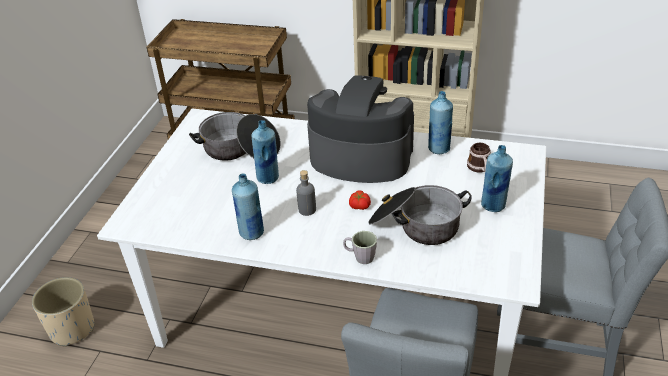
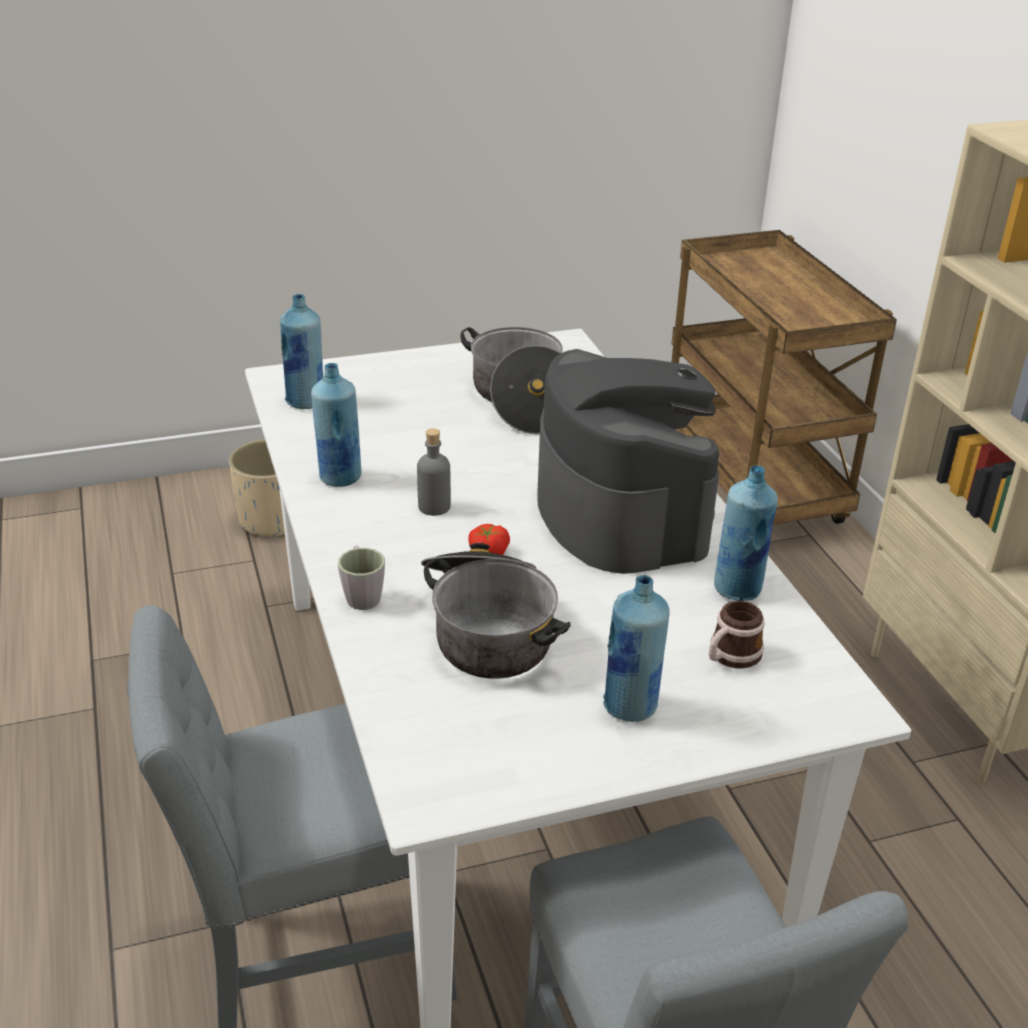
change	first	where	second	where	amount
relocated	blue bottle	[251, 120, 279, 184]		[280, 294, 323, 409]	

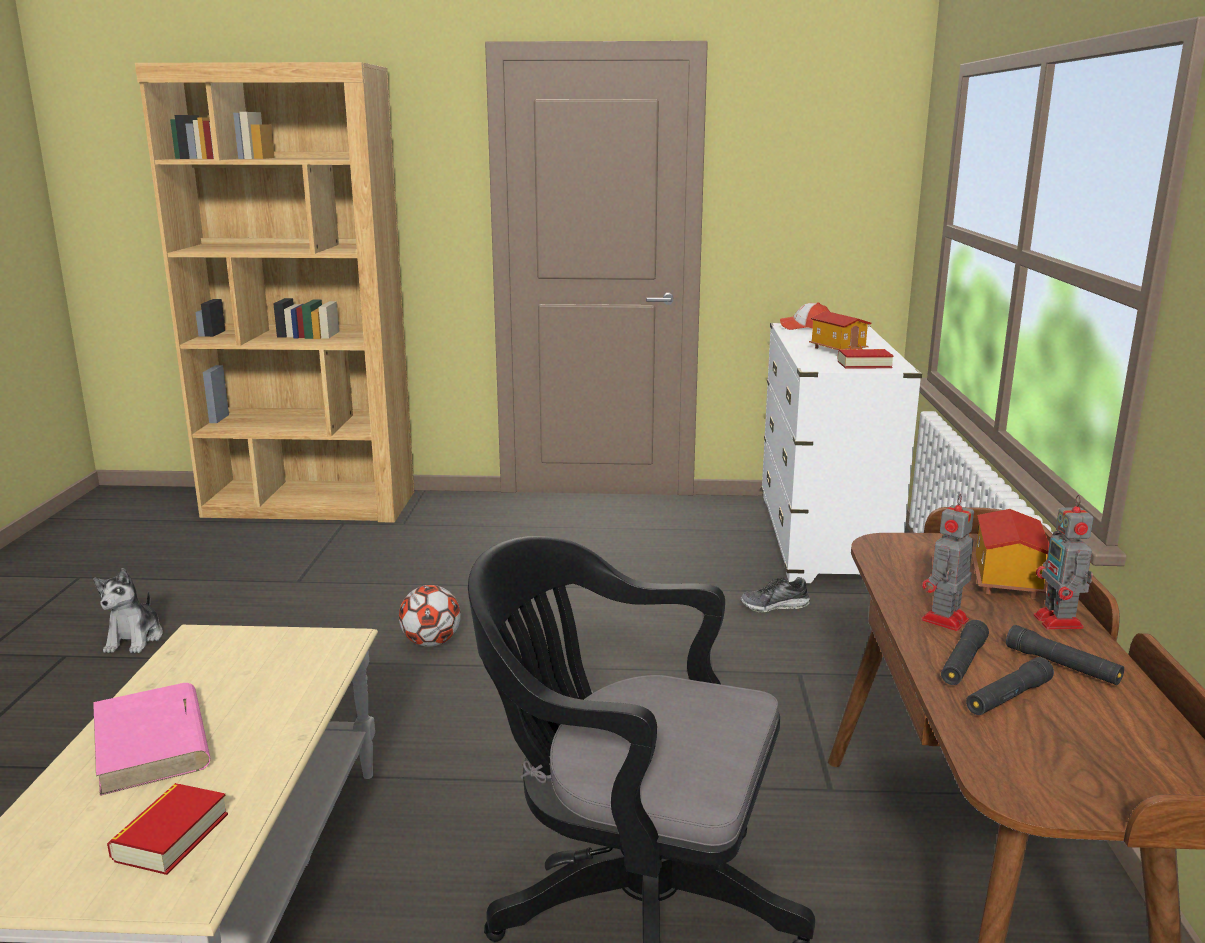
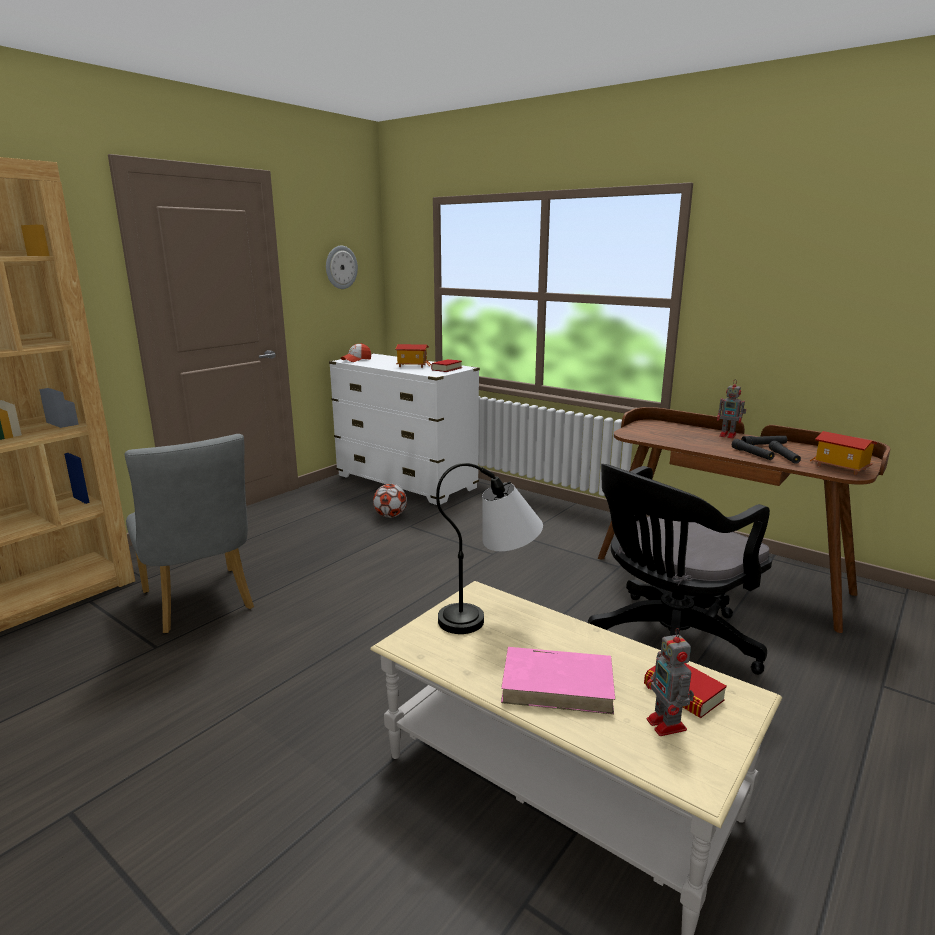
change	first	where	second	where	amount
missing	plush toy	[93, 568, 163, 653]			
relocated	football	[399, 585, 461, 647]		[373, 484, 407, 518]	
missing	shoe	[741, 577, 810, 613]			
relocated	toy robot	[921, 494, 974, 631]		[646, 628, 694, 736]	
relocated	toy house	[972, 509, 1049, 599]		[810, 431, 877, 475]	
appeared			grey chair	[124, 434, 254, 633]	
appeared			wall clock	[326, 246, 358, 289]	
appeared			table lamp	[436, 463, 543, 634]	

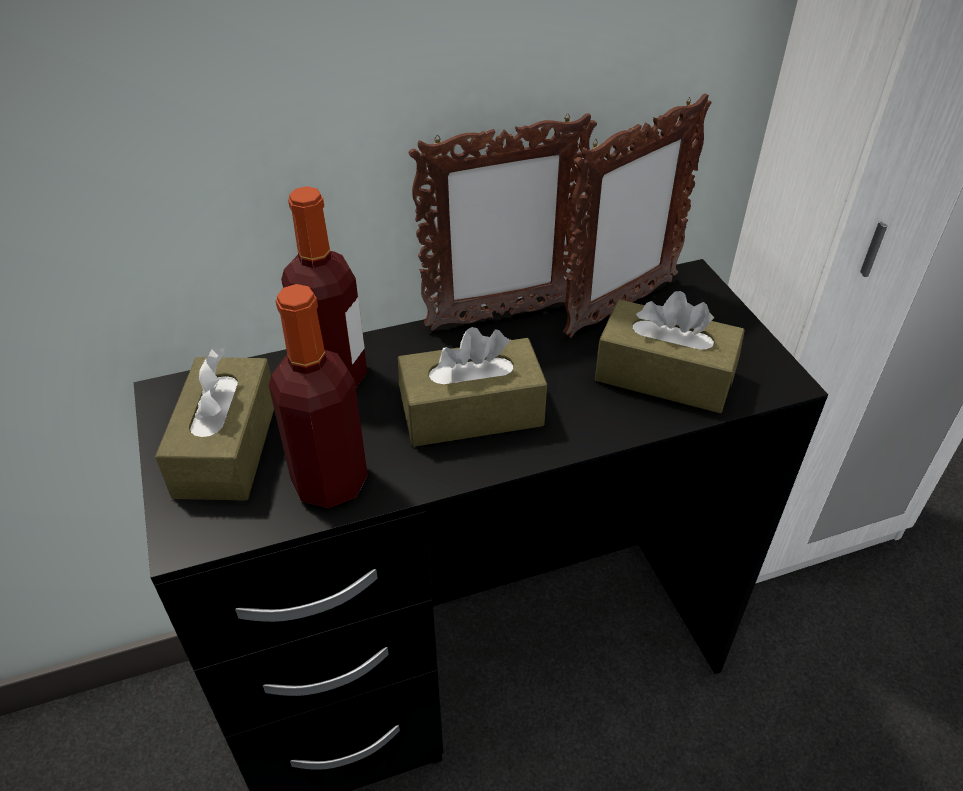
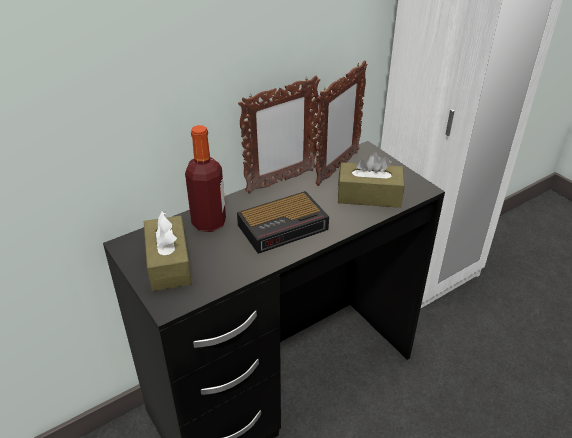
change	first	where	second	where	amount
missing	bottle	[269, 284, 368, 508]			
exchanged	brown tissue box	[398, 327, 547, 447]	alarm clock	[237, 191, 329, 254]	

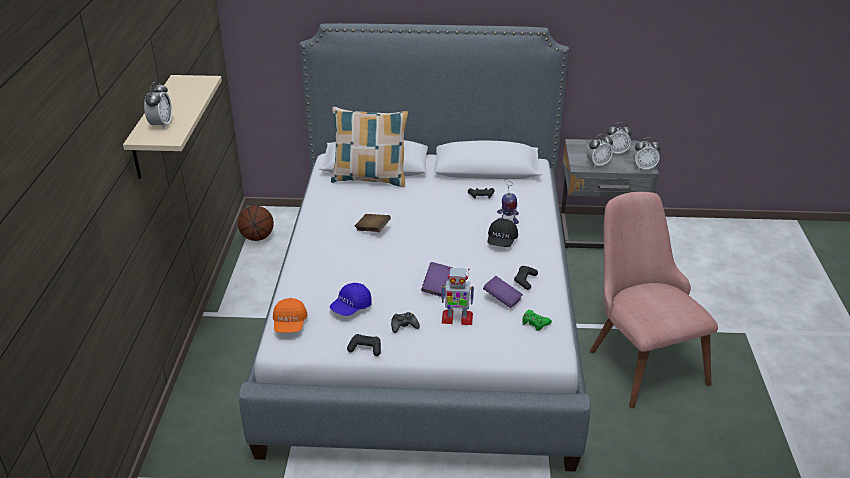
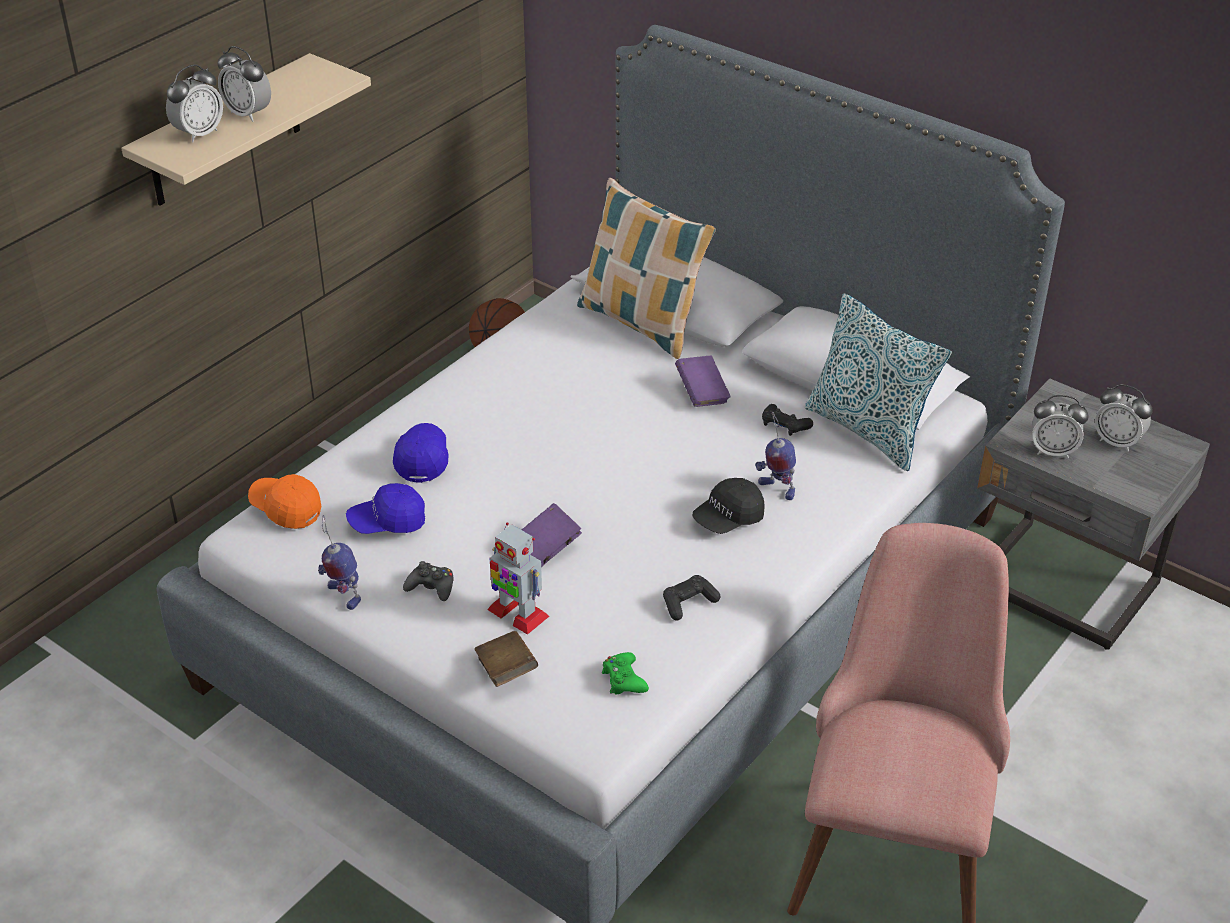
change	first	where	second	where	amount
spun	orange cap	[273, 298, 308, 333]		[248, 474, 321, 529]	90 degrees clockwise
exchanged	black game controller	[347, 334, 381, 356]	toy robot	[318, 515, 361, 610]	
relocated	brown book	[355, 214, 391, 232]		[474, 631, 538, 687]	
relocated	purple book	[483, 276, 523, 308]		[675, 356, 730, 407]	
relocated	alarm clock	[633, 138, 661, 170]		[217, 46, 271, 122]	
appeared			blue cap	[393, 423, 449, 483]	
appeared			pillow	[805, 293, 952, 471]	

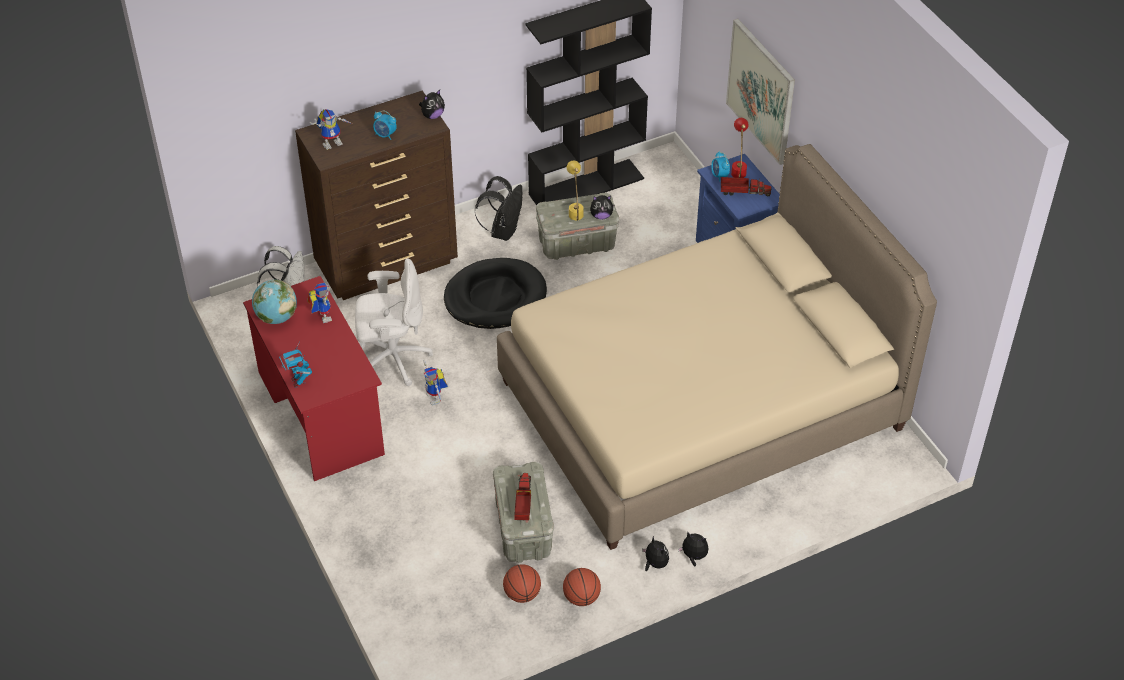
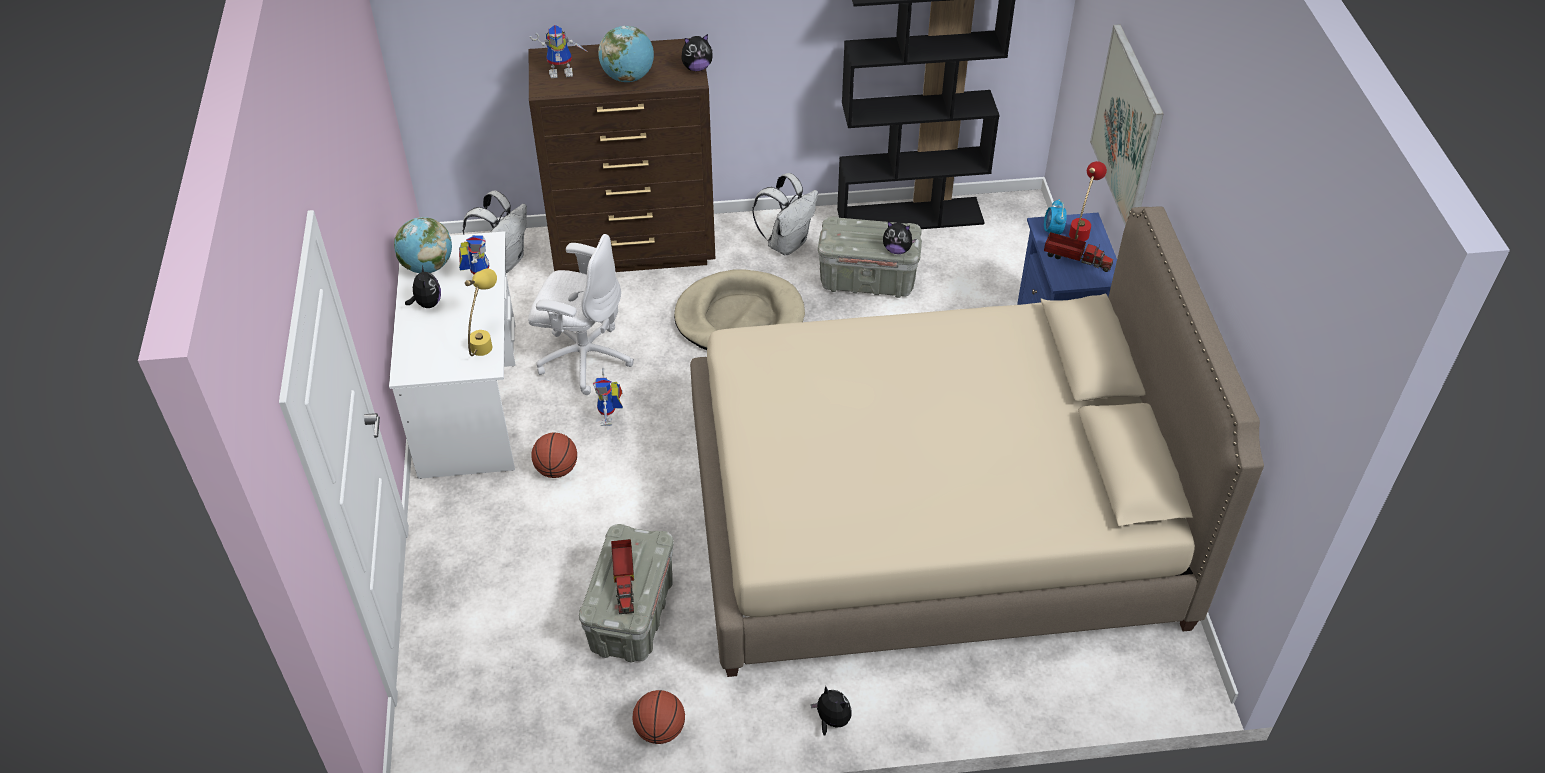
change	first	where	second	where	amount
colour	red desk	[243, 276, 385, 481]	white desk	[389, 231, 516, 479]	
missing	toy robot	[279, 342, 312, 388]			
exchanged	alarm clock	[373, 111, 397, 140]	globe	[598, 26, 654, 82]	
colour	black dog bed	[444, 258, 547, 329]	beige dog bed	[674, 270, 805, 350]	
colour	black backpack	[475, 176, 522, 241]	white backpack	[752, 173, 818, 255]	
relocated	basketball	[503, 564, 541, 603]		[531, 433, 577, 478]	
spun	toy truck	[514, 473, 531, 521]		[611, 539, 634, 614]	150 degrees clockwise
relocated	yellow table lamp	[567, 161, 584, 221]		[465, 269, 497, 356]	
relocated	plush toy	[642, 536, 669, 571]		[405, 265, 441, 308]	

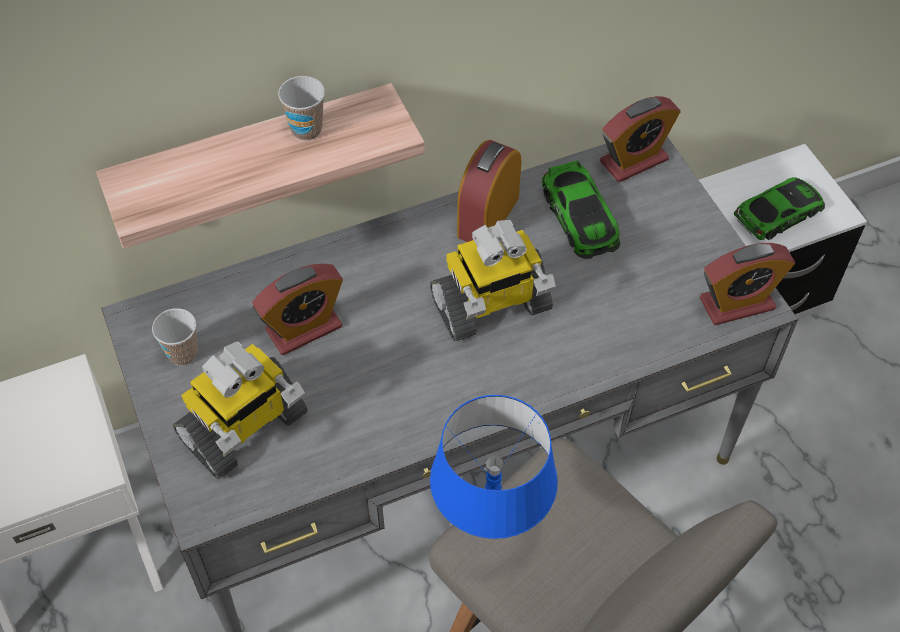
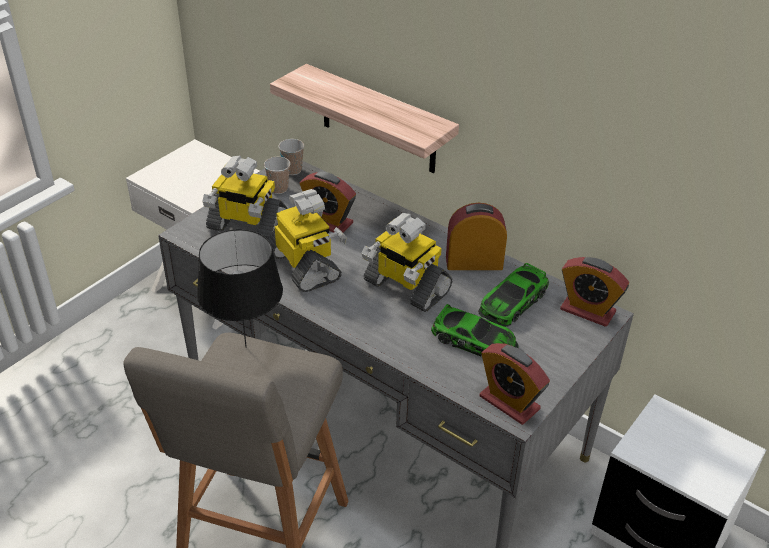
change	first	where	second	where	amount
relocated	cup	[278, 76, 325, 141]		[278, 139, 304, 175]	
colour	blue table lamp	[430, 395, 558, 539]	black table lamp	[197, 229, 283, 348]	
relocated	toy car	[734, 177, 825, 240]		[431, 304, 519, 356]	
appeared			toy robot	[268, 189, 347, 292]	

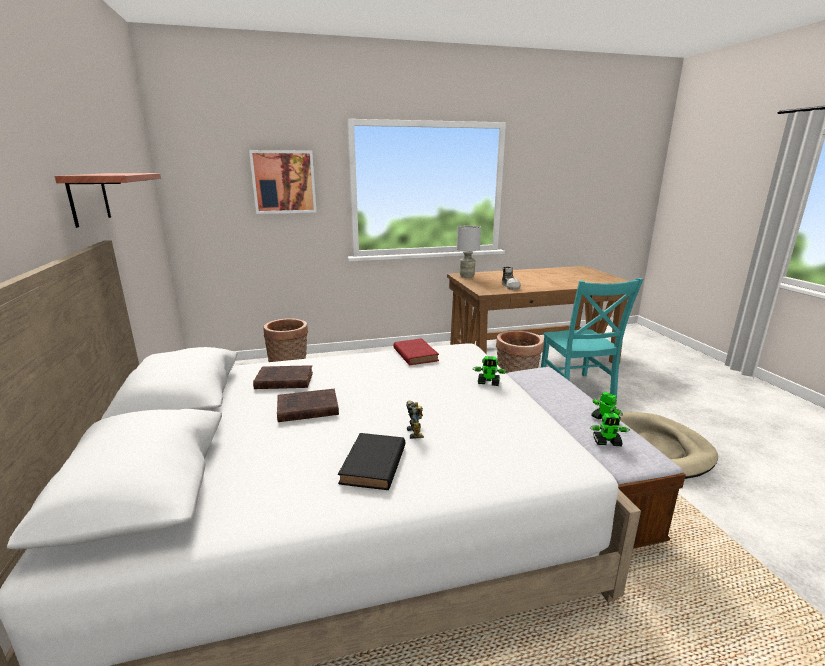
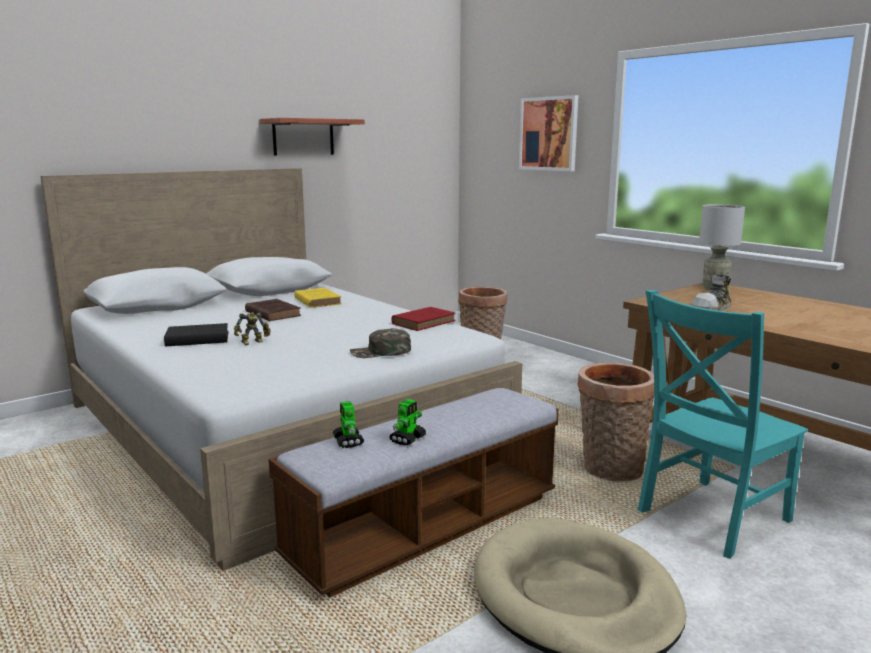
change	first	where	second	where	amount
colour	brown book	[253, 365, 313, 389]	yellow book	[294, 288, 342, 308]	
exchanged	toy robot	[473, 356, 508, 386]	green cap	[350, 328, 411, 358]	

